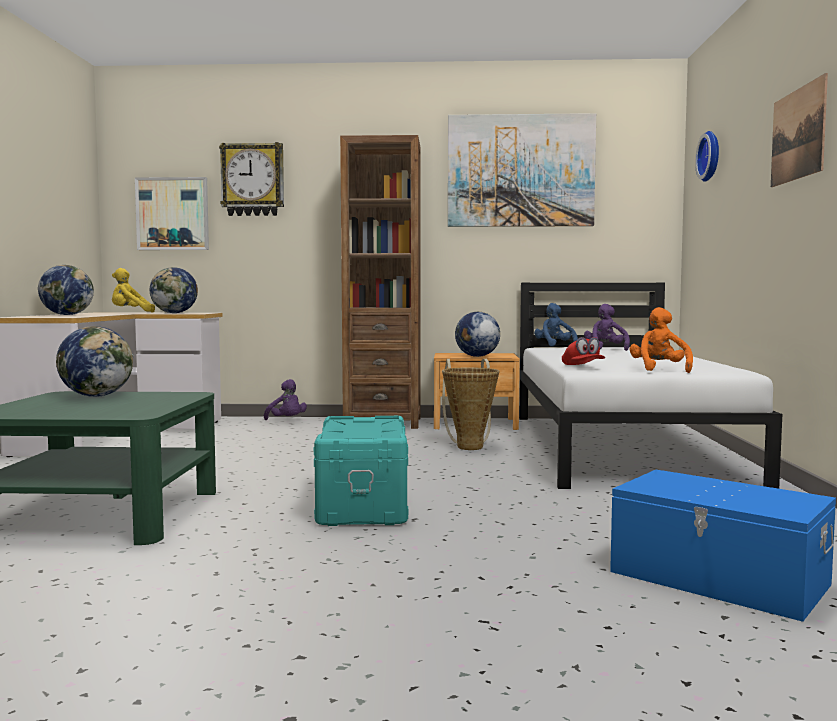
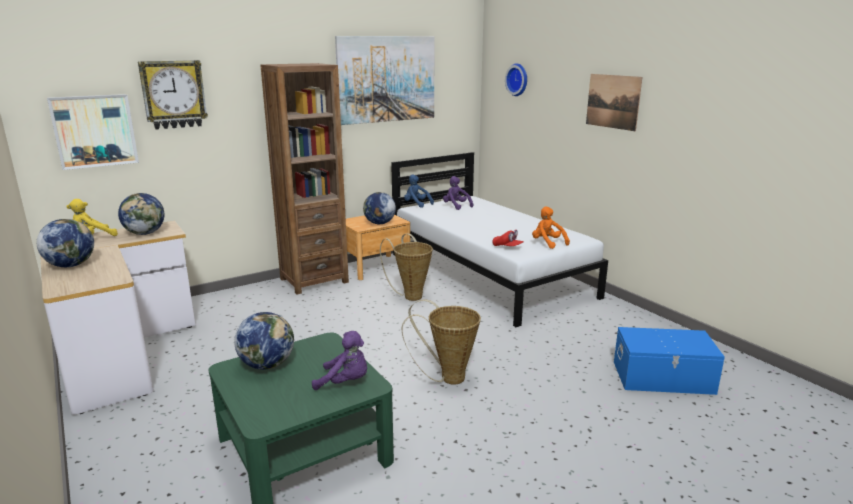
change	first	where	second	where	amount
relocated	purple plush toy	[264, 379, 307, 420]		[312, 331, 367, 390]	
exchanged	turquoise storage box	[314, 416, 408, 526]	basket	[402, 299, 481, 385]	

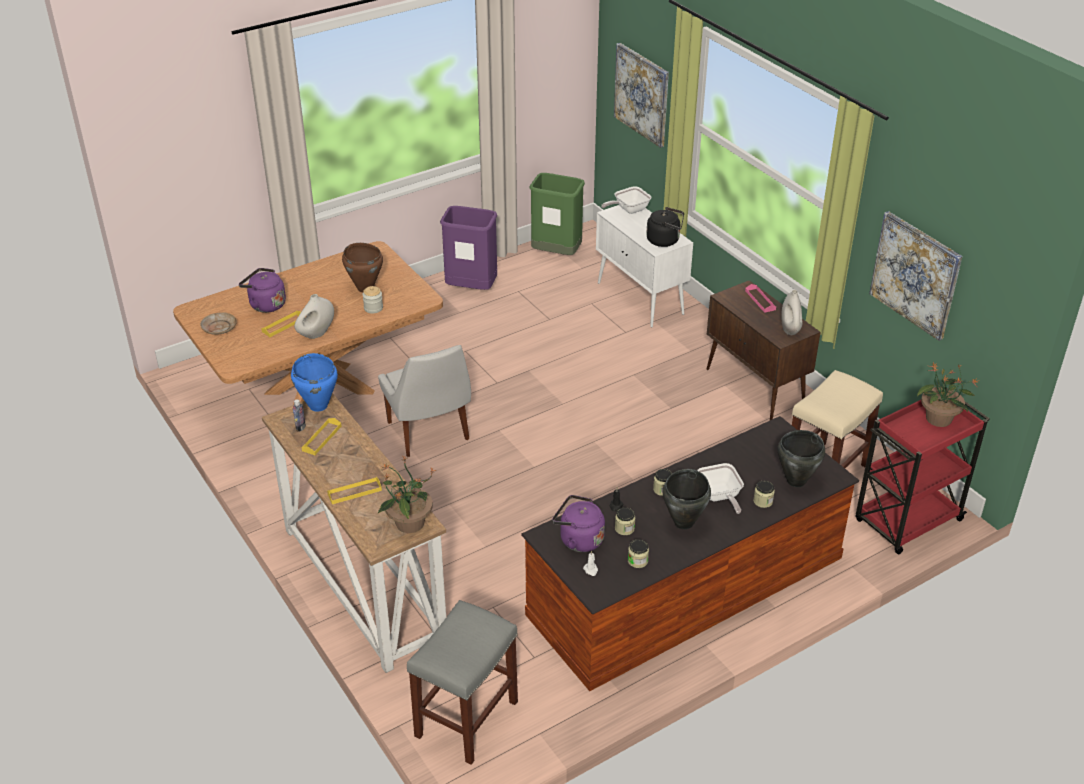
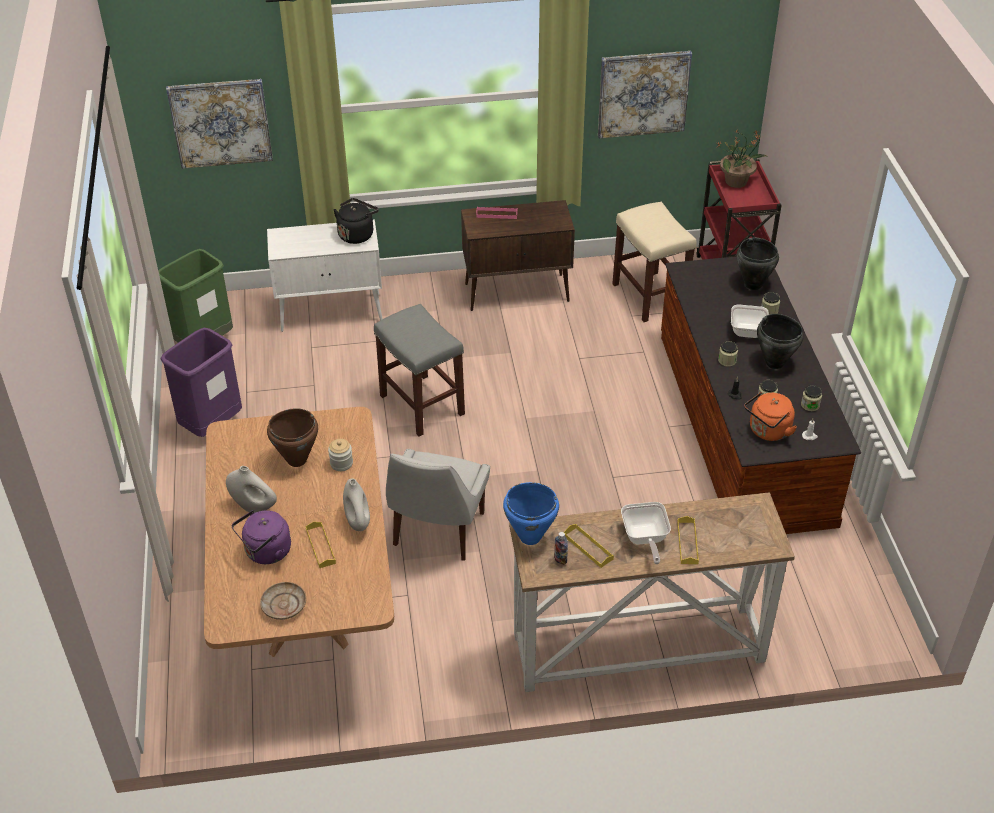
change	first	where	second	where	amount
missing	potted plant	[377, 456, 436, 533]			
spun	white chair	[378, 345, 471, 457]		[386, 449, 490, 561]	105 degrees clockwise
relocated	grey stool	[407, 600, 518, 765]		[374, 304, 465, 436]	
colour	purple kettle	[552, 495, 605, 552]	orange kettle	[744, 392, 797, 441]	
relocated	frying pan	[601, 186, 651, 214]		[621, 502, 671, 564]	
relocated	white vase	[781, 290, 802, 335]		[226, 466, 277, 513]	

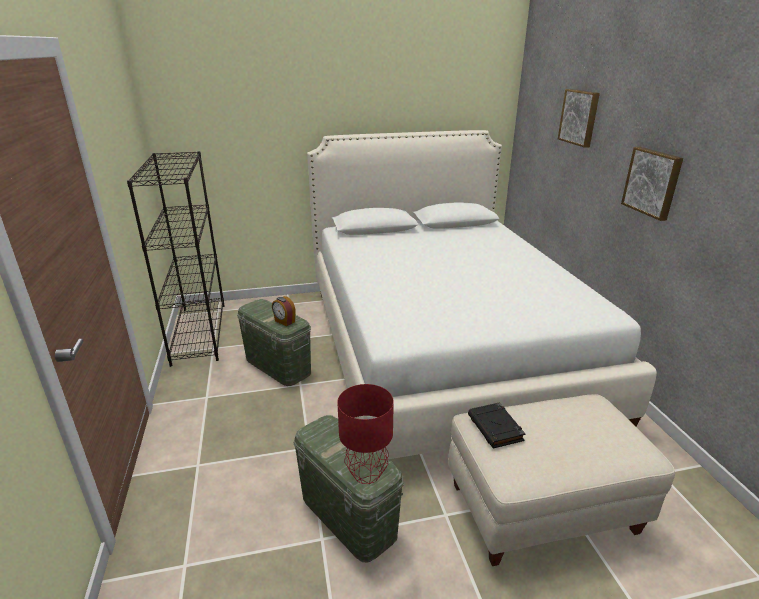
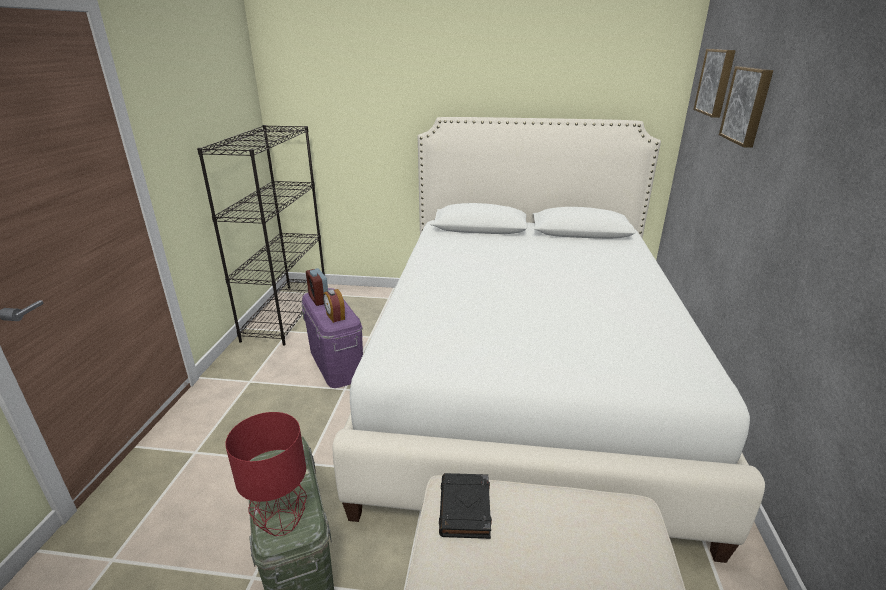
change	first	where	second	where	amount
colour	green storage box	[237, 299, 311, 386]	purple storage box	[301, 288, 363, 388]	
relocated	picture	[621, 147, 683, 221]		[693, 49, 736, 118]	
appeared			alarm clock	[306, 268, 328, 306]	

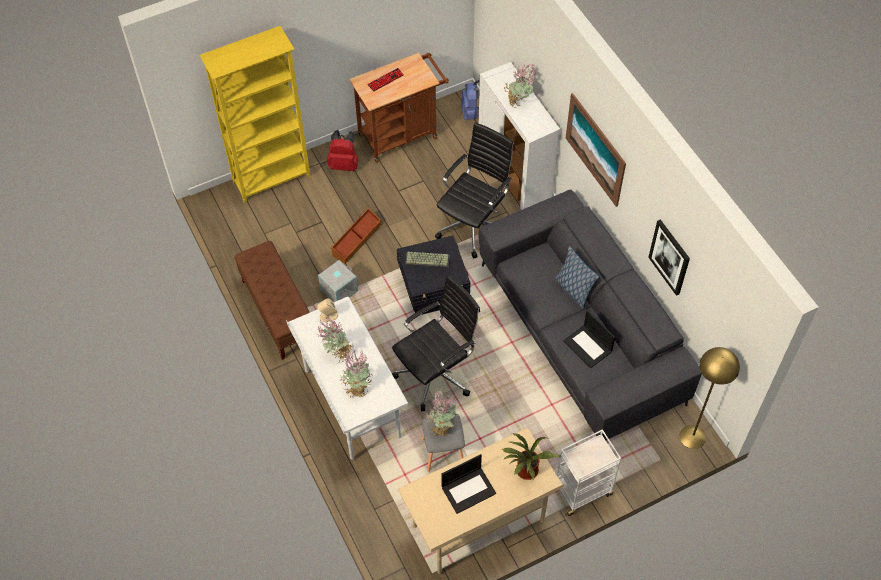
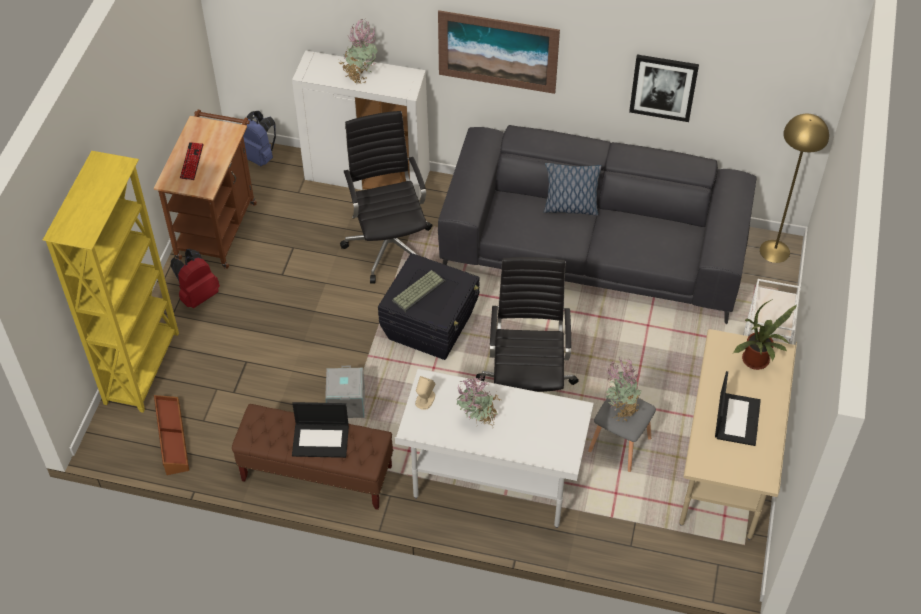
change	first	where	second	where	amount
relocated	brown storage box	[331, 208, 382, 264]		[154, 395, 189, 475]	
missing	potted plant	[340, 350, 372, 397]			
relocated	laptop	[563, 310, 615, 368]		[292, 402, 349, 458]	

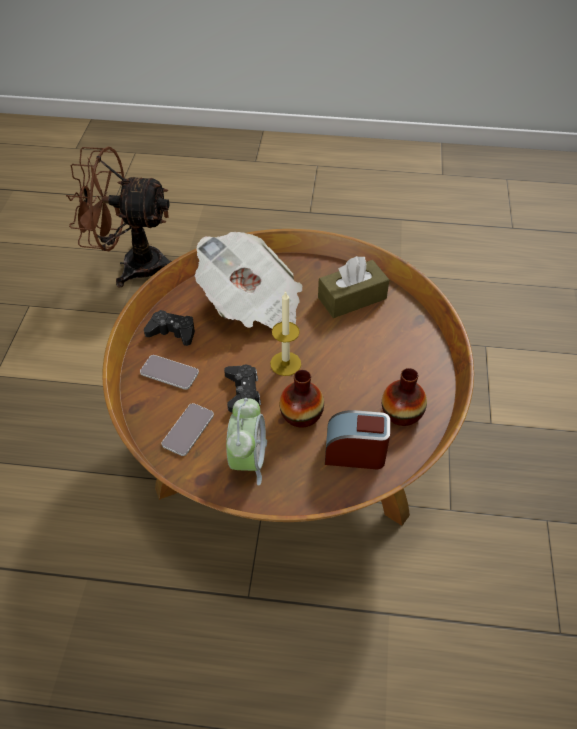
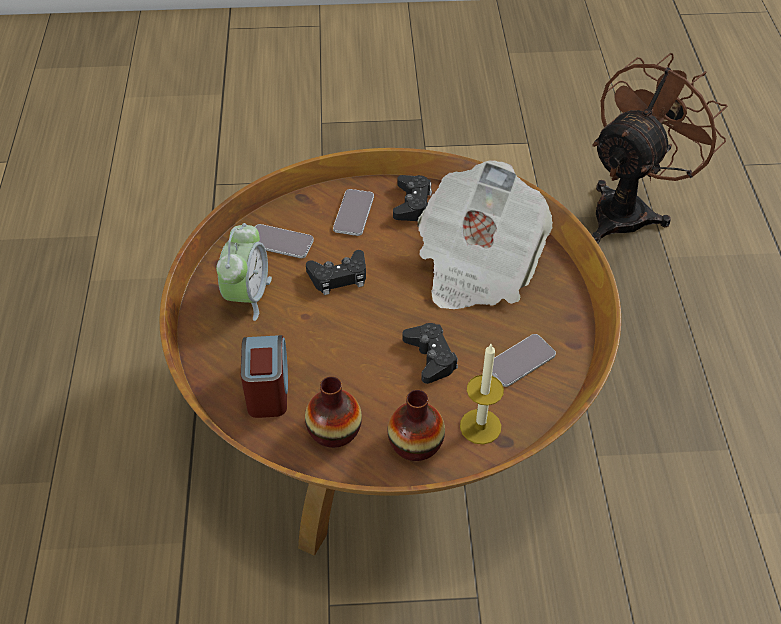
change	first	where	second	where	amount
spun	brown fan	[66, 147, 172, 287]		[592, 53, 727, 244]	45 degrees clockwise
spun	alarm clock	[226, 398, 267, 486]		[216, 223, 272, 321]	75 degrees counterclockwise
relocated	candle	[270, 291, 301, 376]		[460, 344, 504, 444]	
relocated	vase	[279, 370, 324, 428]		[388, 390, 445, 461]	
exchanged	brown tissue box	[318, 256, 389, 318]	phone	[492, 334, 556, 387]	
appeared			black game controller	[402, 323, 458, 384]	

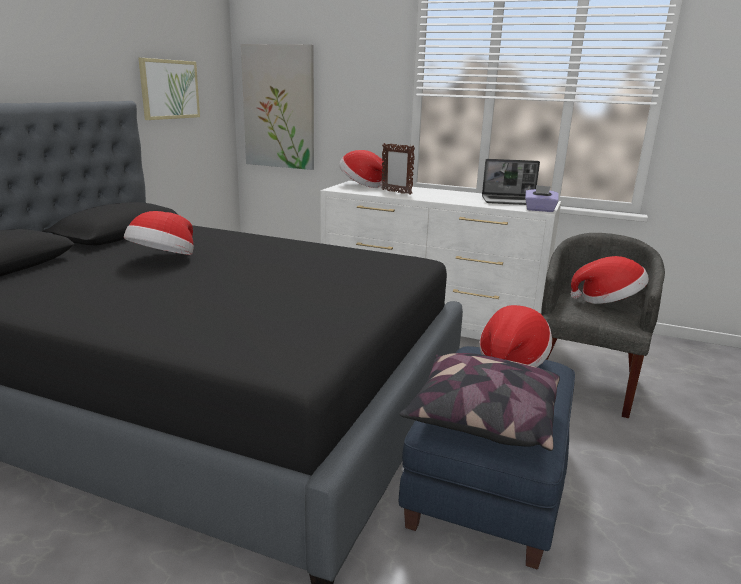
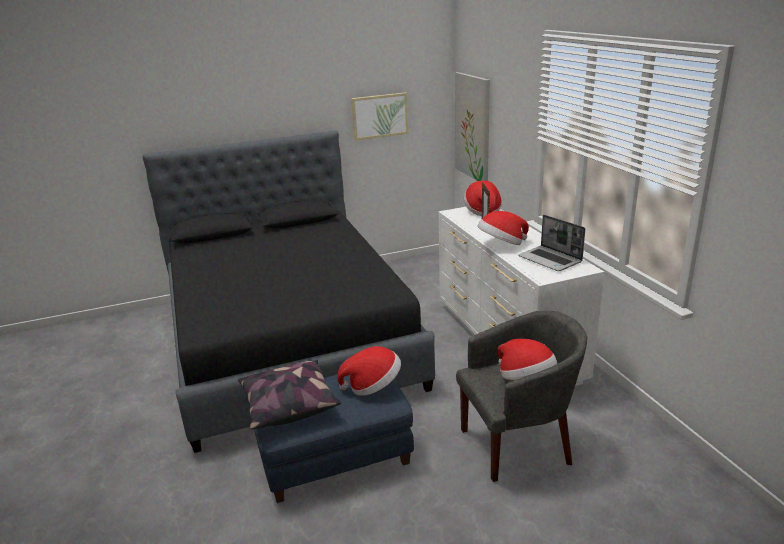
change	first	where	second	where	amount
relocated	hat	[124, 211, 194, 255]		[478, 211, 529, 245]	
missing	purple tissue box	[525, 185, 559, 212]			

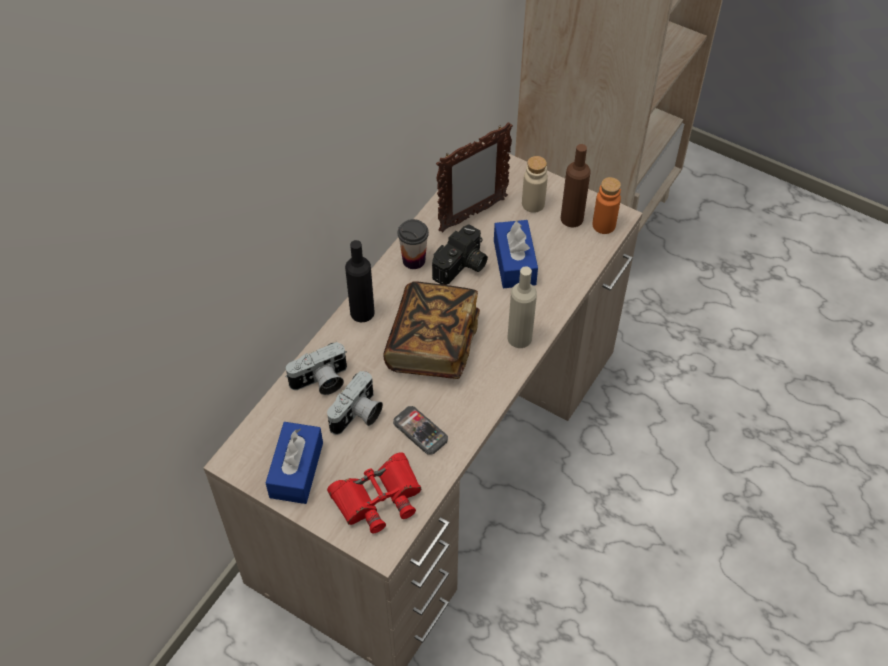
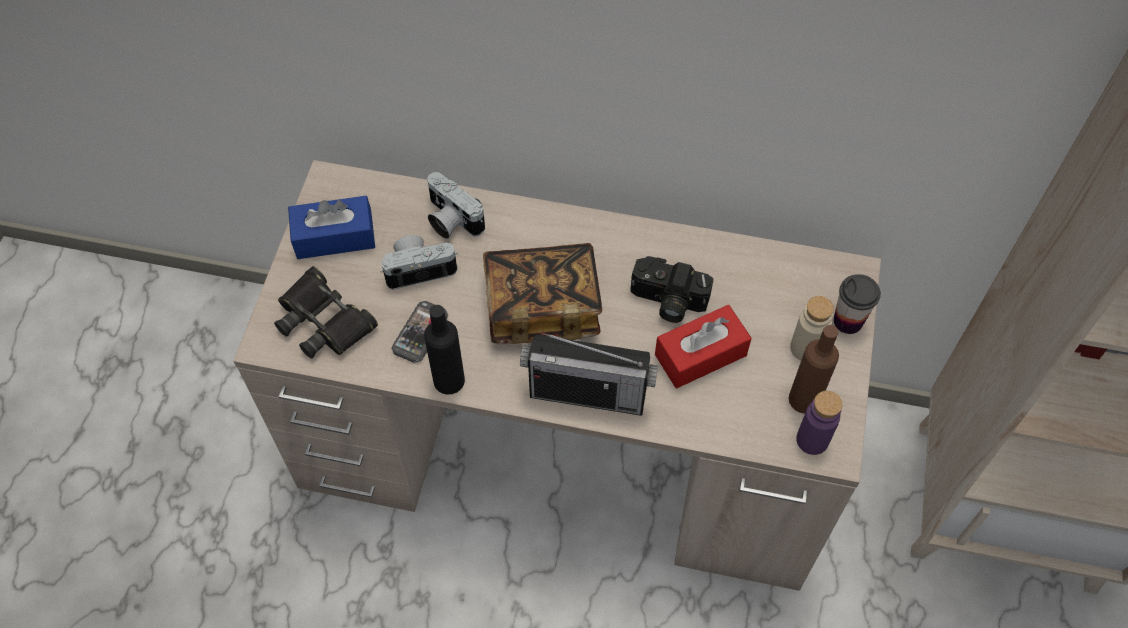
change	first	where	second	where	amount
spun	photo camera	[327, 371, 383, 435]		[380, 235, 458, 290]	150 degrees clockwise
colour	red binoculars	[327, 452, 421, 533]	black binoculars	[274, 266, 378, 359]	
relocated	black bottle	[345, 240, 375, 322]		[424, 305, 465, 395]	
relocated	cup	[398, 219, 429, 269]		[834, 274, 881, 334]	
missing	picture frame	[436, 122, 513, 233]			
colour	blue tissue box	[494, 220, 538, 288]	red tissue box	[655, 305, 752, 388]	
exchanged	beige bottle	[508, 266, 537, 348]	radio	[520, 332, 658, 416]	
colour	orange bottle	[592, 177, 621, 234]	purple bottle	[796, 391, 842, 455]	

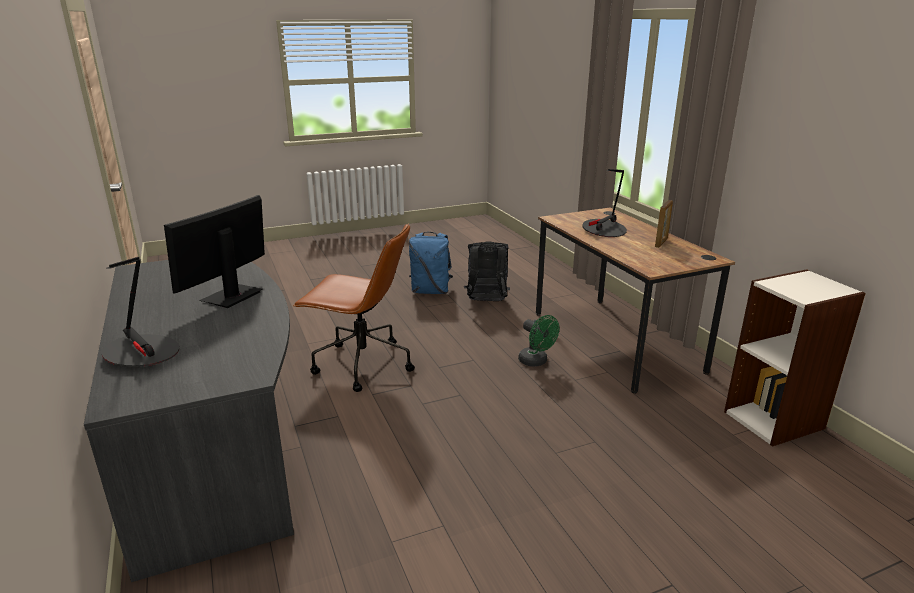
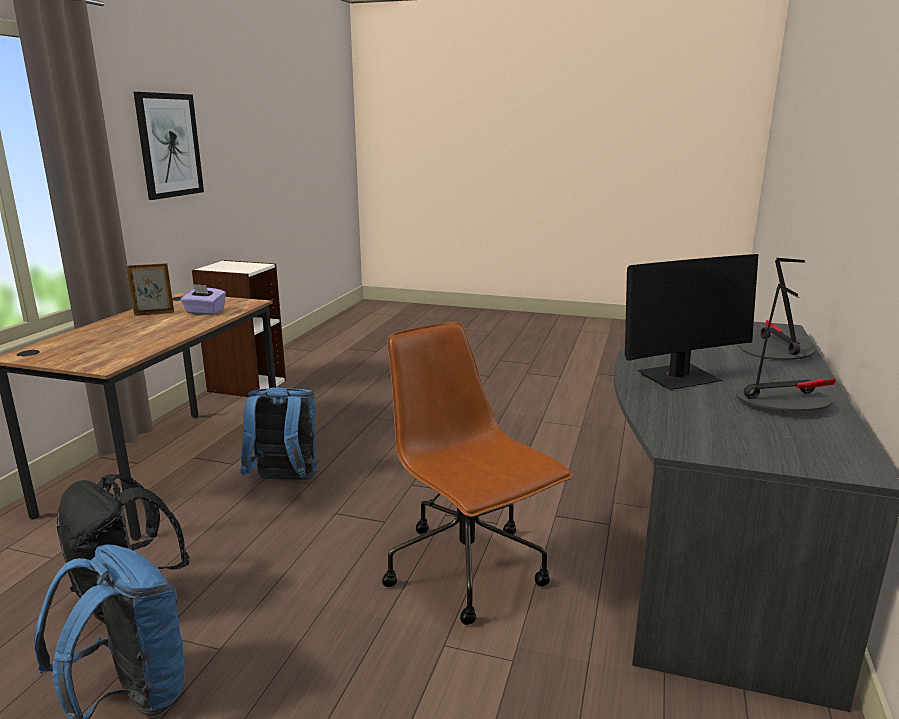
change	first	where	second	where	amount
exchanged	green fan	[518, 315, 559, 367]	blue backpack	[240, 387, 319, 480]	
relocated	table lamp	[582, 169, 627, 237]		[736, 284, 836, 411]	
appeared			picture	[134, 92, 204, 200]	
appeared			purple tissue box	[181, 284, 226, 315]	

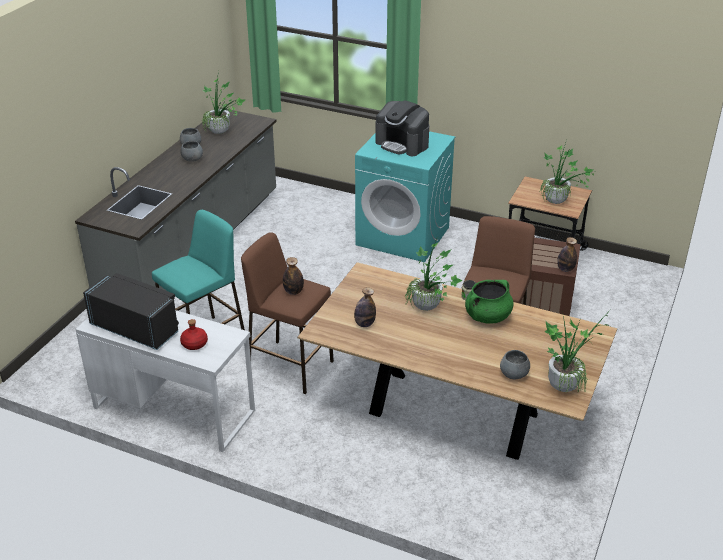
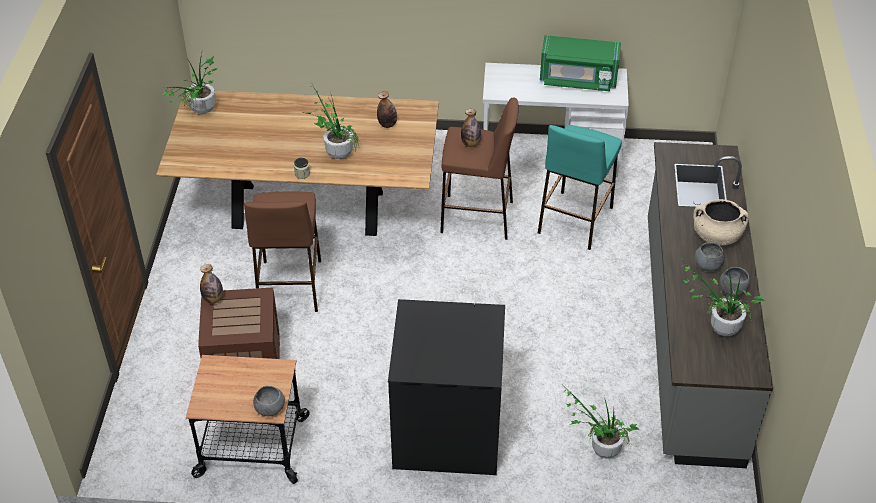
change	first	where	second	where	amount
colour	black microwave	[83, 273, 179, 350]	green microwave	[540, 35, 621, 91]	
missing	red bottle	[180, 319, 208, 350]			
colour	turquoise washing machine	[355, 131, 455, 262]	black washing machine	[388, 299, 505, 475]	
missing	coffee machine	[375, 101, 429, 156]			
missing	green cooking pot	[465, 280, 514, 324]			
relocated	grey bowl	[500, 350, 530, 379]		[253, 386, 285, 416]	
relocated	potted plant	[539, 143, 594, 204]		[564, 389, 639, 459]	
appeared			beige cooking pot	[693, 199, 749, 246]	

